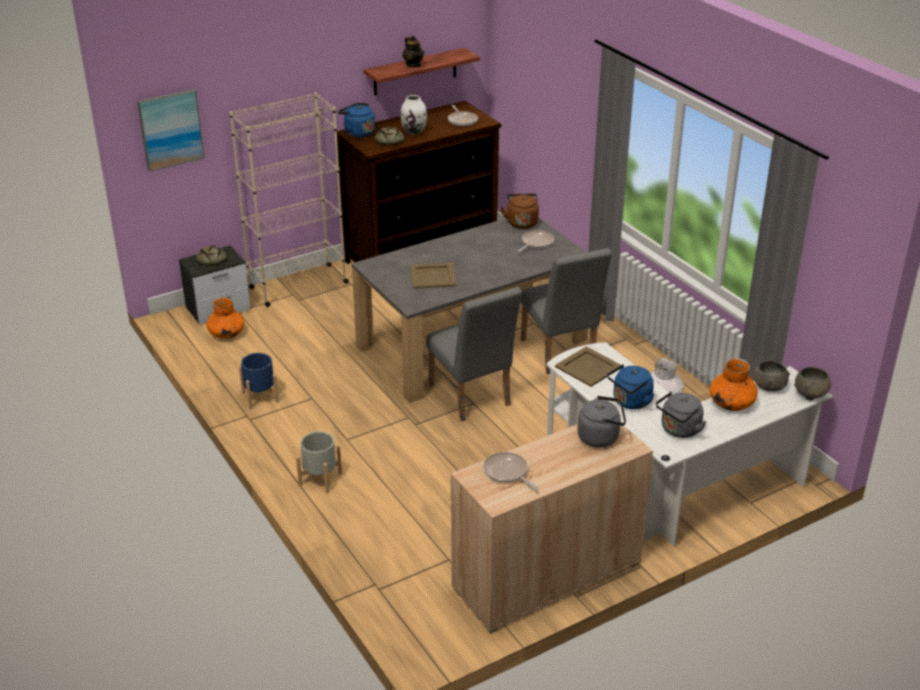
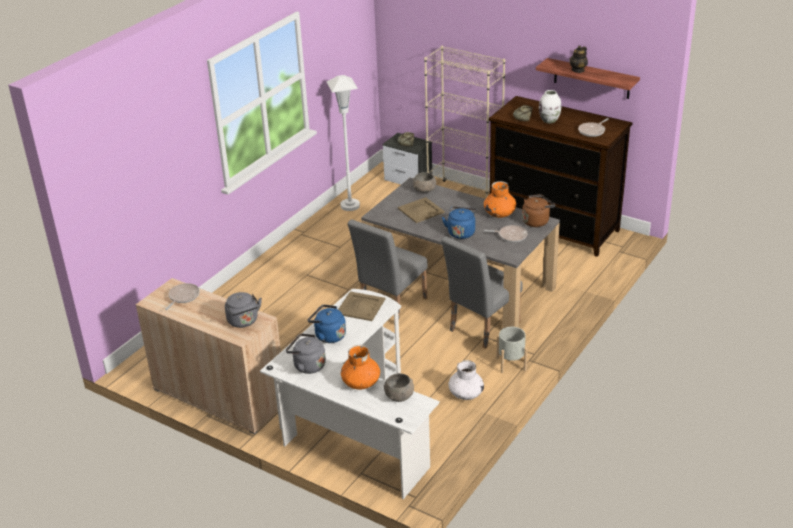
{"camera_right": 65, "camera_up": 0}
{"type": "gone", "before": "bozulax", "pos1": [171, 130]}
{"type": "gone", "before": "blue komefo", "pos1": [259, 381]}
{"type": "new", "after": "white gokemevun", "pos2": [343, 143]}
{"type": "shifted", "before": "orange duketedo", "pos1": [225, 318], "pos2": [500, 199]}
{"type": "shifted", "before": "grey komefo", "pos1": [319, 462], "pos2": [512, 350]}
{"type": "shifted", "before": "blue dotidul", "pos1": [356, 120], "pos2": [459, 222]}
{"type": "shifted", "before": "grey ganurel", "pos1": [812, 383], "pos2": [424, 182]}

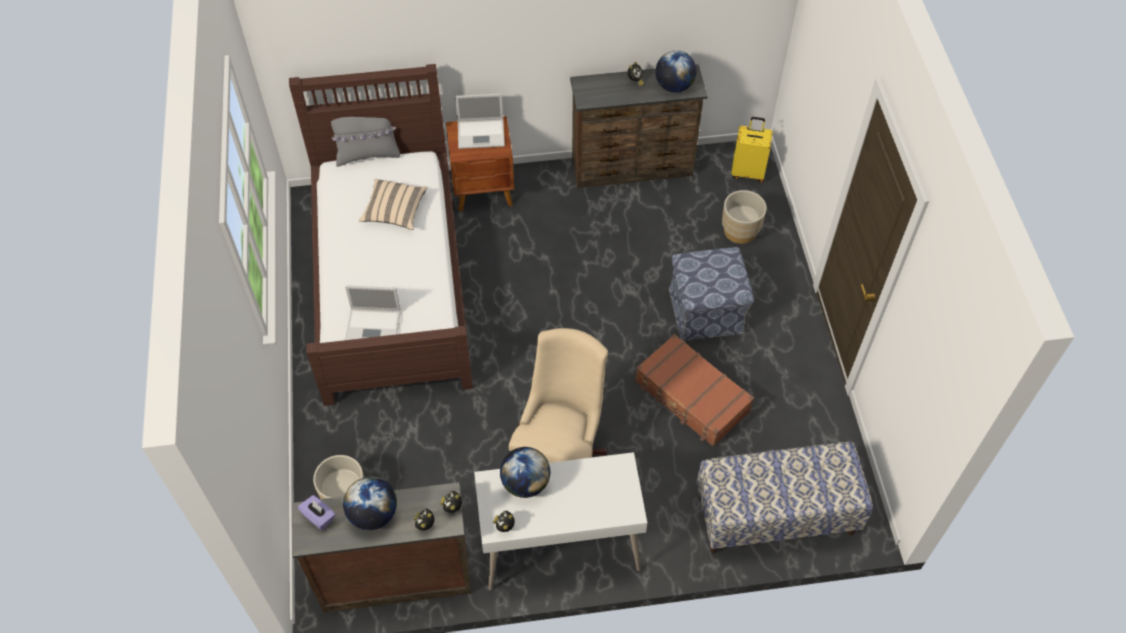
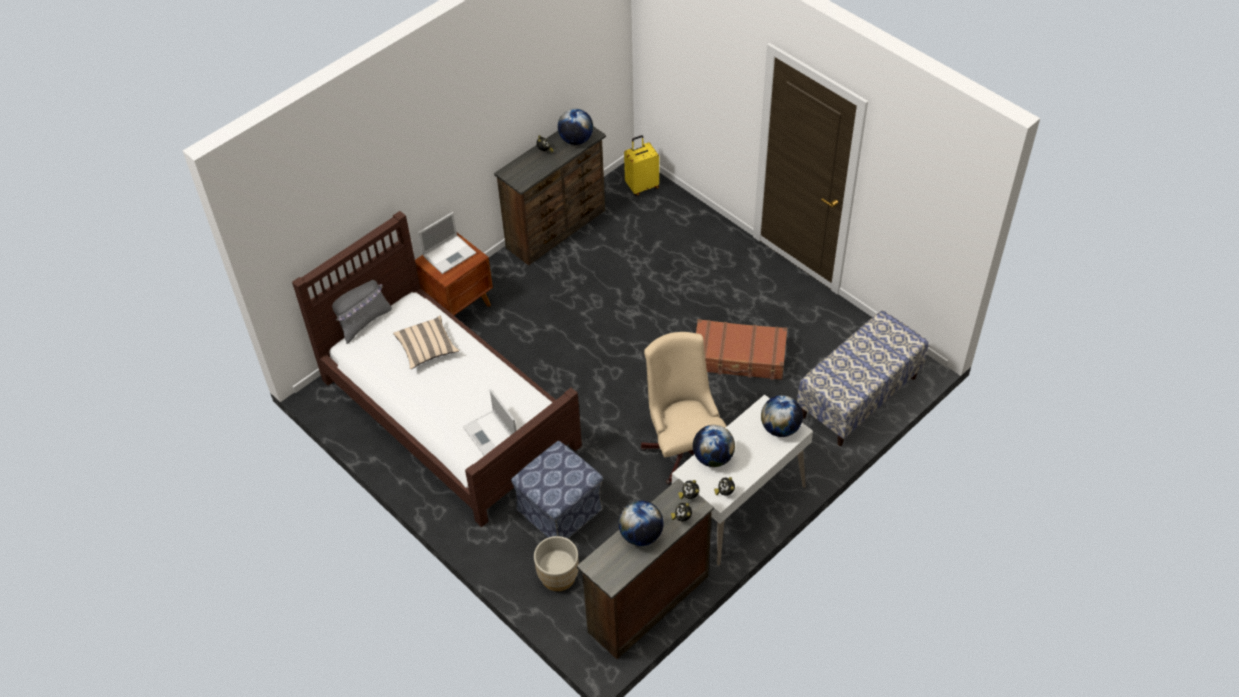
{"camera_right": -35, "camera_up": -5}
{"type": "gone", "before": "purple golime", "pos1": [316, 513]}
{"type": "gone", "before": "beige komefo", "pos1": [744, 217]}
{"type": "new", "after": "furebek", "pos2": [782, 416]}
{"type": "shifted", "before": "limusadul", "pos1": [711, 294], "pos2": [557, 490]}
{"type": "rotated", "before": "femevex", "pos1": [373, 312], "pos2": [489, 422], "turn": 90}

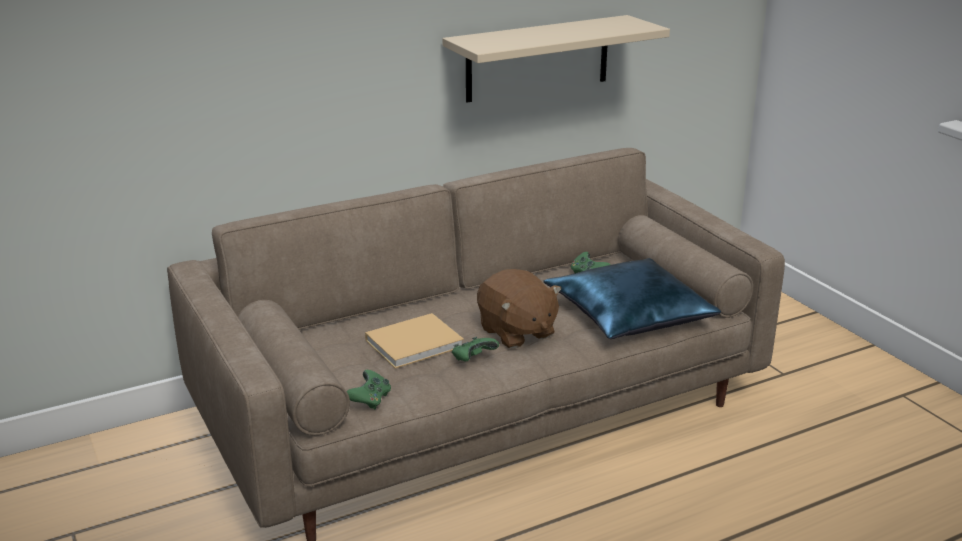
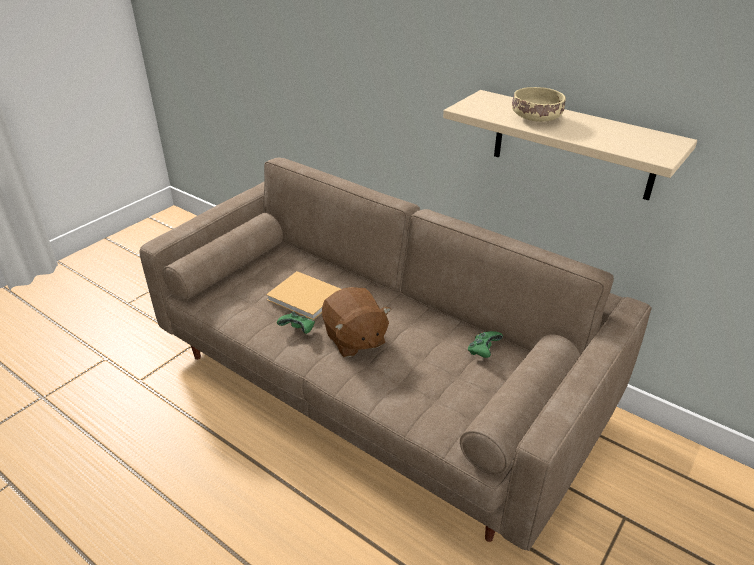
{"camera_right": 65, "camera_up": 10}
{"type": "gone", "before": "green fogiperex", "pos1": [369, 390]}
{"type": "gone", "before": "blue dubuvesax", "pos1": [632, 298]}
{"type": "new", "after": "beige ganurel", "pos2": [539, 104]}
{"type": "rotated", "before": "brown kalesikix", "pos1": [519, 309], "pos2": [356, 322], "turn": -60}

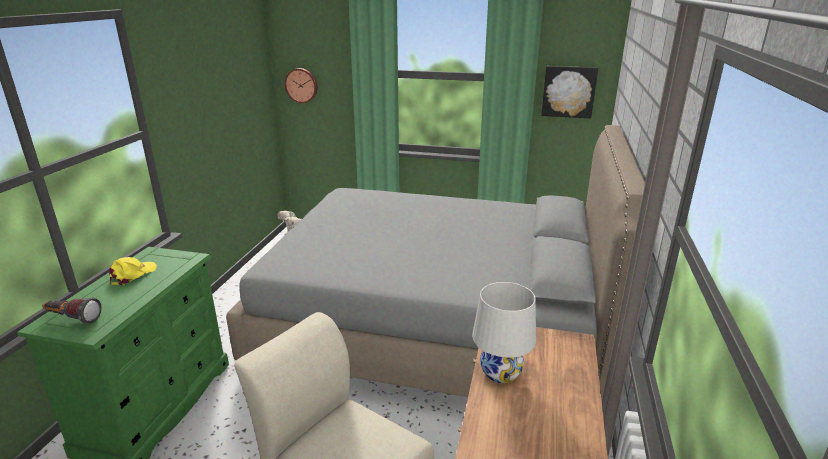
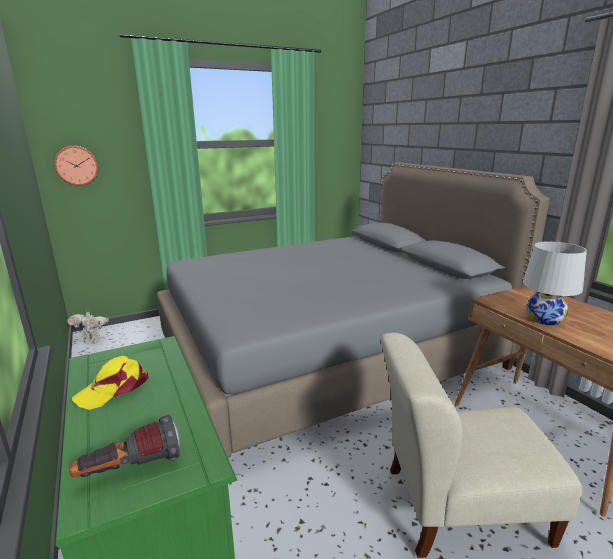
{"camera_right": -40, "camera_up": -5}
{"type": "gone", "before": "bozulax", "pos1": [569, 92]}
{"type": "rotated", "before": "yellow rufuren", "pos1": [133, 271], "pos2": [110, 383], "turn": -120}

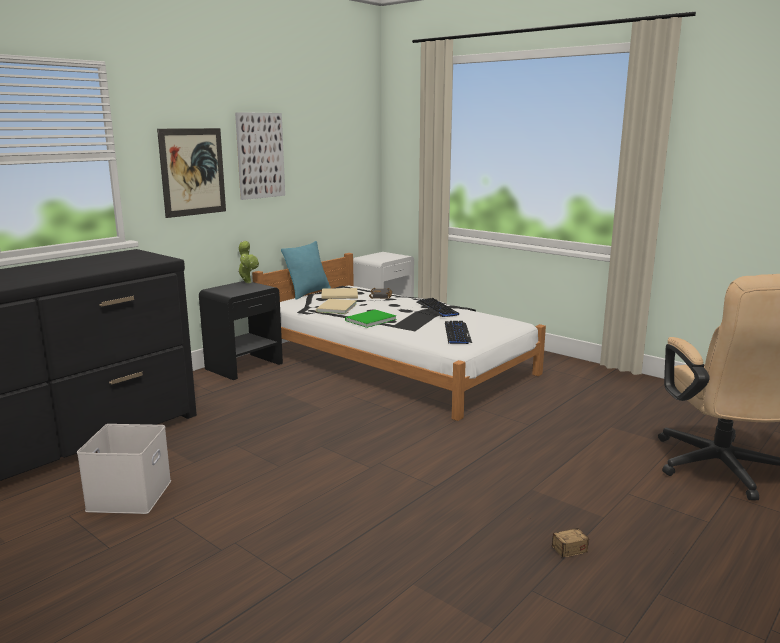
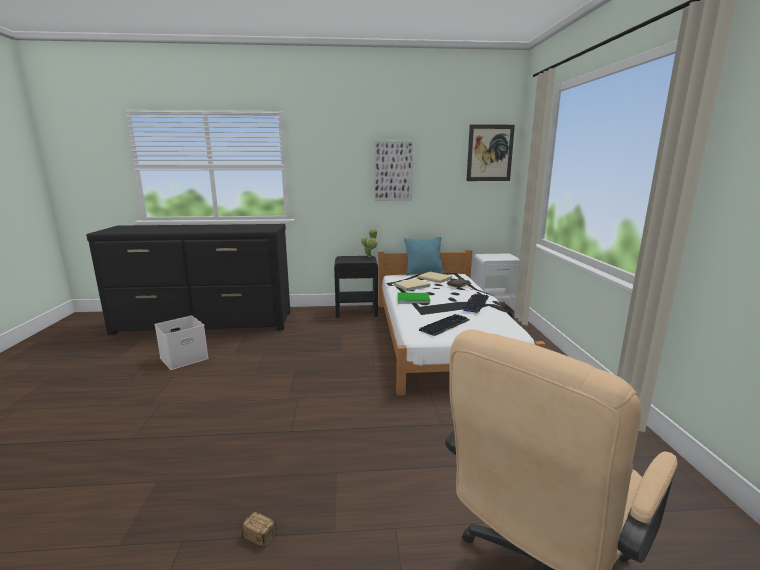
{"camera_right": 45, "camera_up": 0}
{"type": "shifted", "before": "bozulax", "pos1": [191, 173], "pos2": [490, 152]}

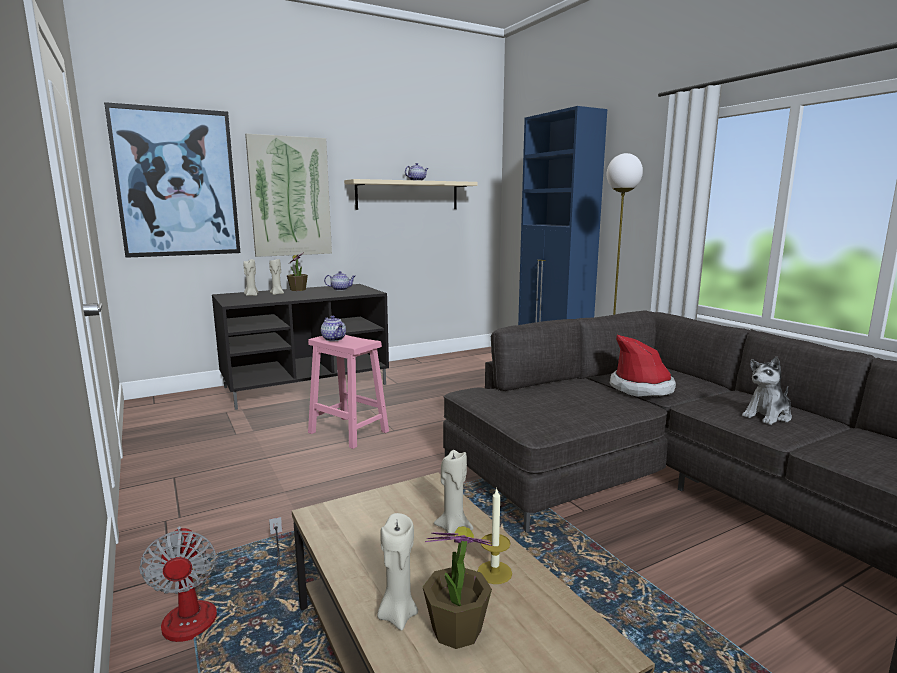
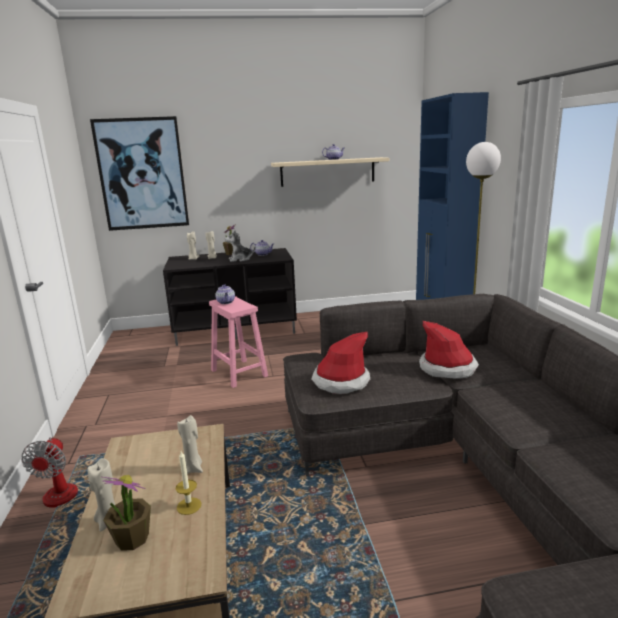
{"camera_right": 20, "camera_up": 5}
{"type": "gone", "before": "bozulax", "pos1": [288, 195]}
{"type": "new", "after": "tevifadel", "pos2": [340, 363]}
{"type": "shifted", "before": "kalesikix", "pos1": [767, 391], "pos2": [240, 246]}

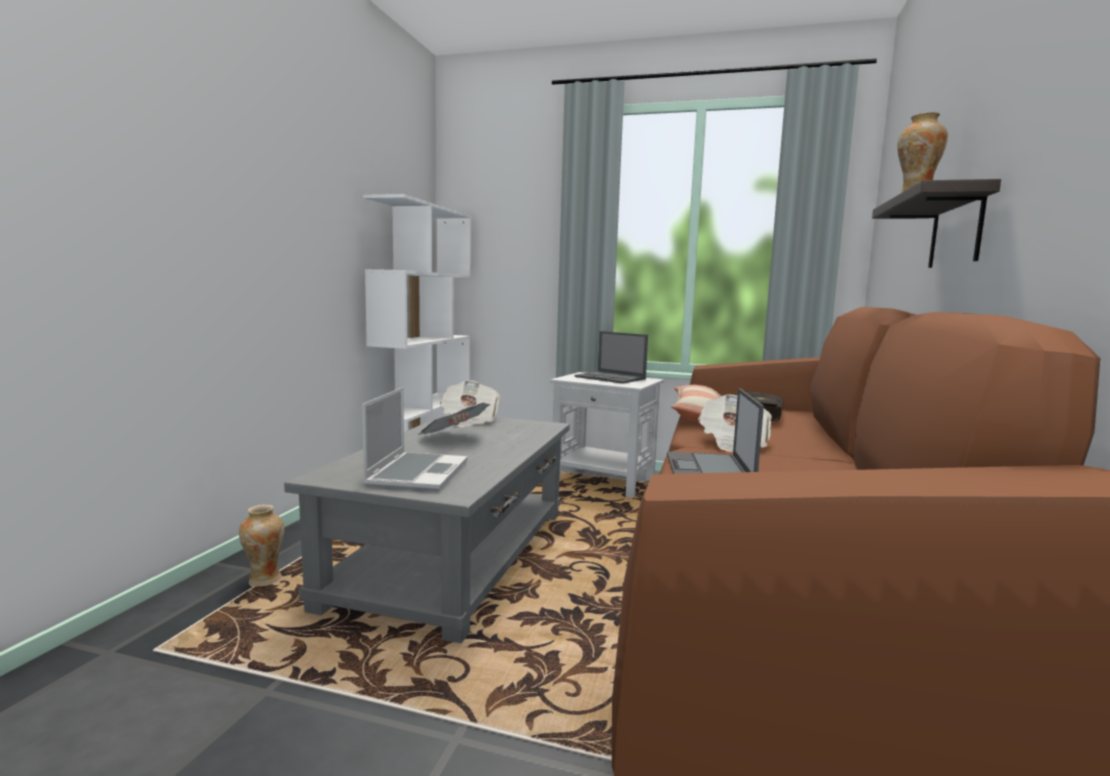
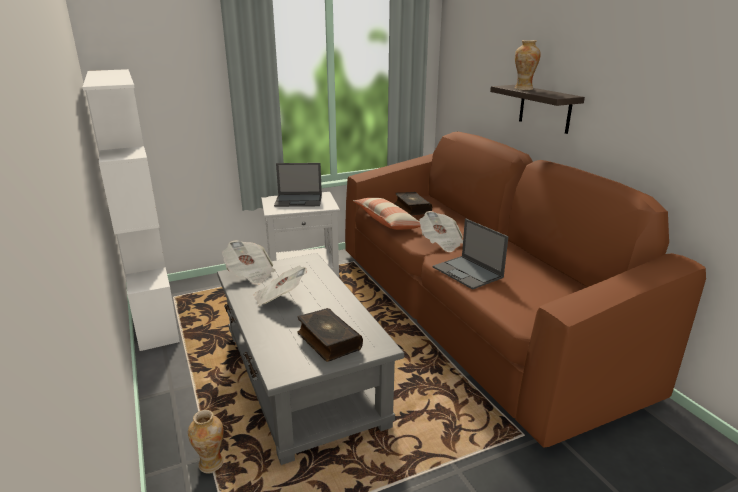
{"camera_right": -40, "camera_up": 15}
{"type": "swapped", "before": "femevex", "after": "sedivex", "pos1": [415, 439], "pos2": [330, 335]}

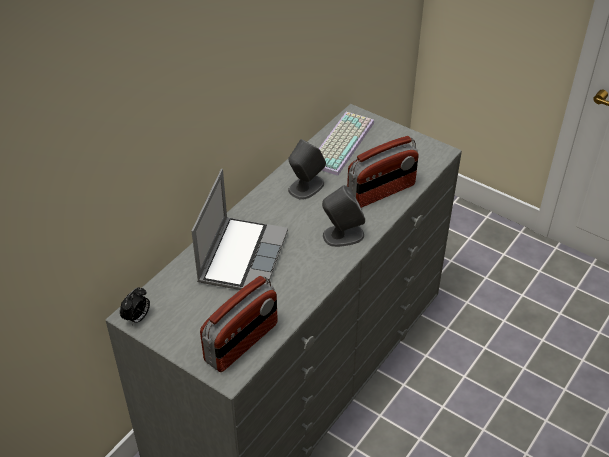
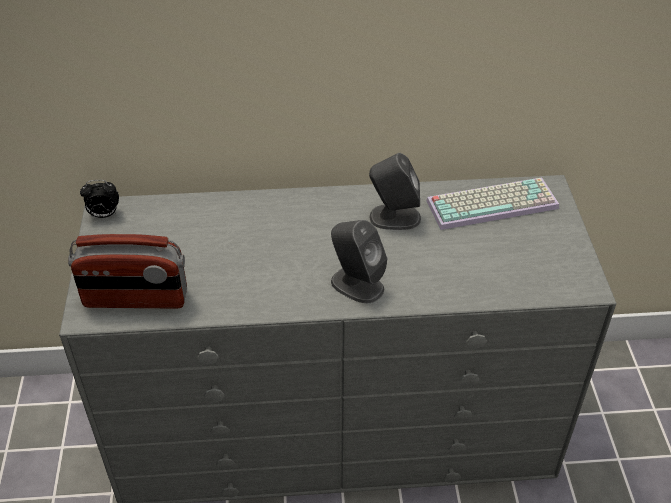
{"camera_right": 50, "camera_up": 0}
{"type": "gone", "before": "femevex", "pos1": [239, 229]}
{"type": "gone", "before": "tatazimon", "pos1": [383, 172]}

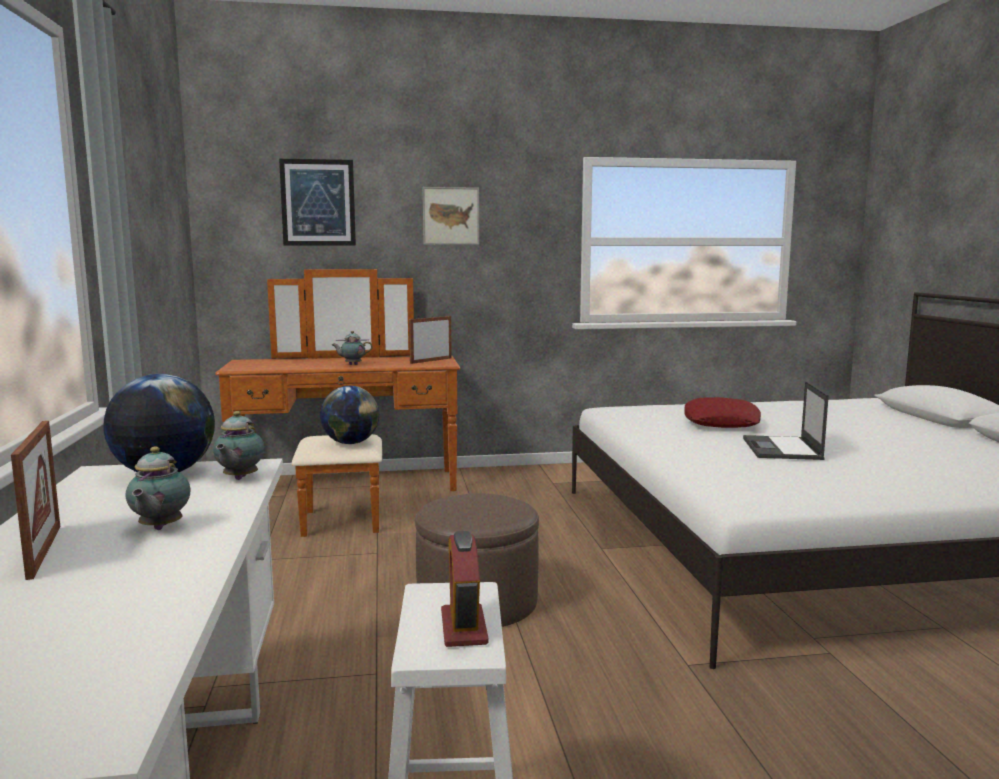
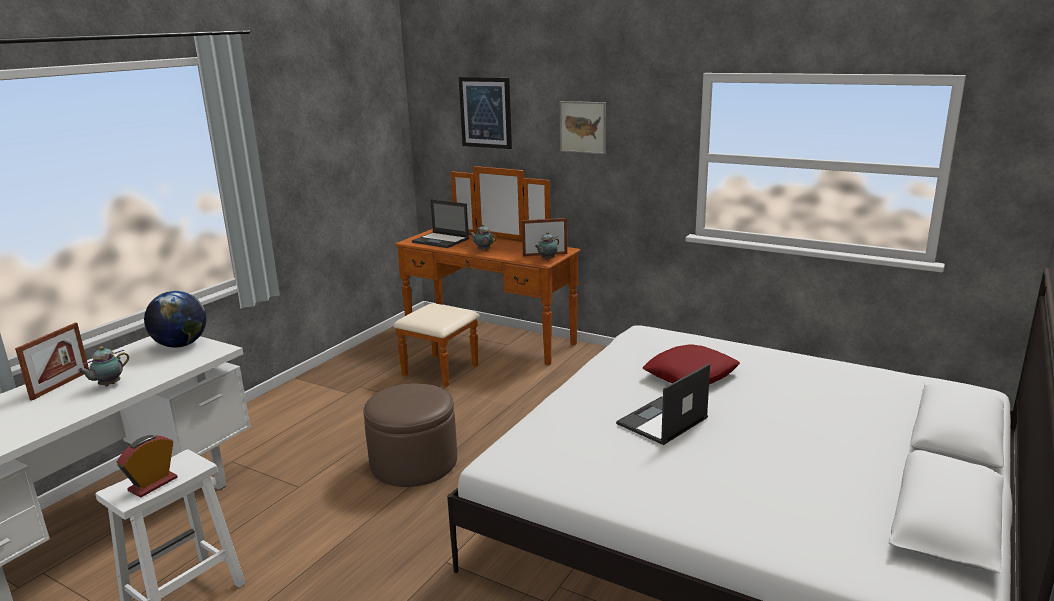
{"camera_right": 40, "camera_up": 10}
{"type": "gone", "before": "furebek", "pos1": [349, 415]}
{"type": "new", "after": "femevex", "pos2": [440, 224]}
{"type": "shifted", "before": "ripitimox", "pos1": [239, 445], "pos2": [547, 246]}

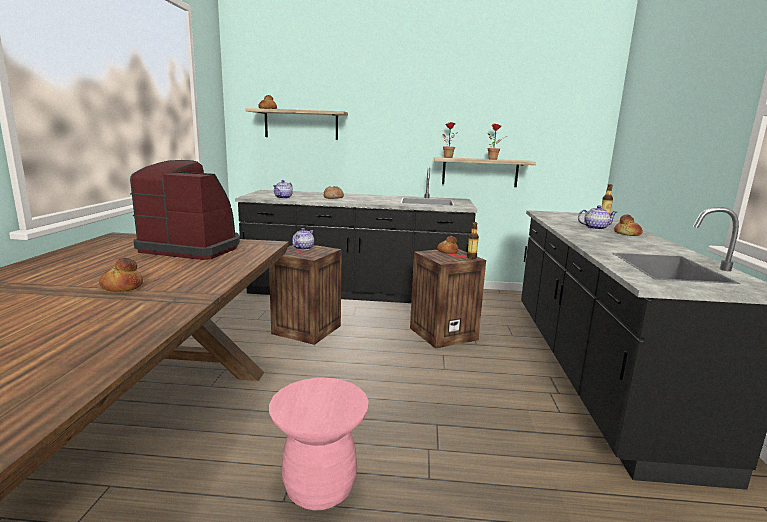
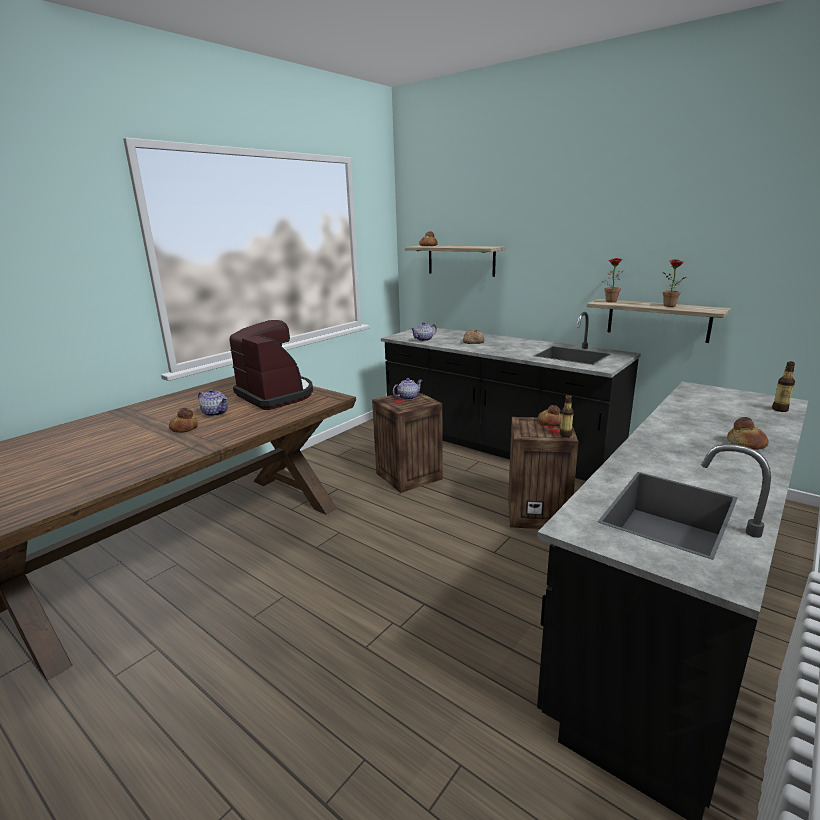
{"camera_right": 35, "camera_up": 5}
{"type": "gone", "before": "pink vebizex", "pos1": [319, 444]}
{"type": "shifted", "before": "ripitimox", "pos1": [597, 217], "pos2": [213, 403]}

